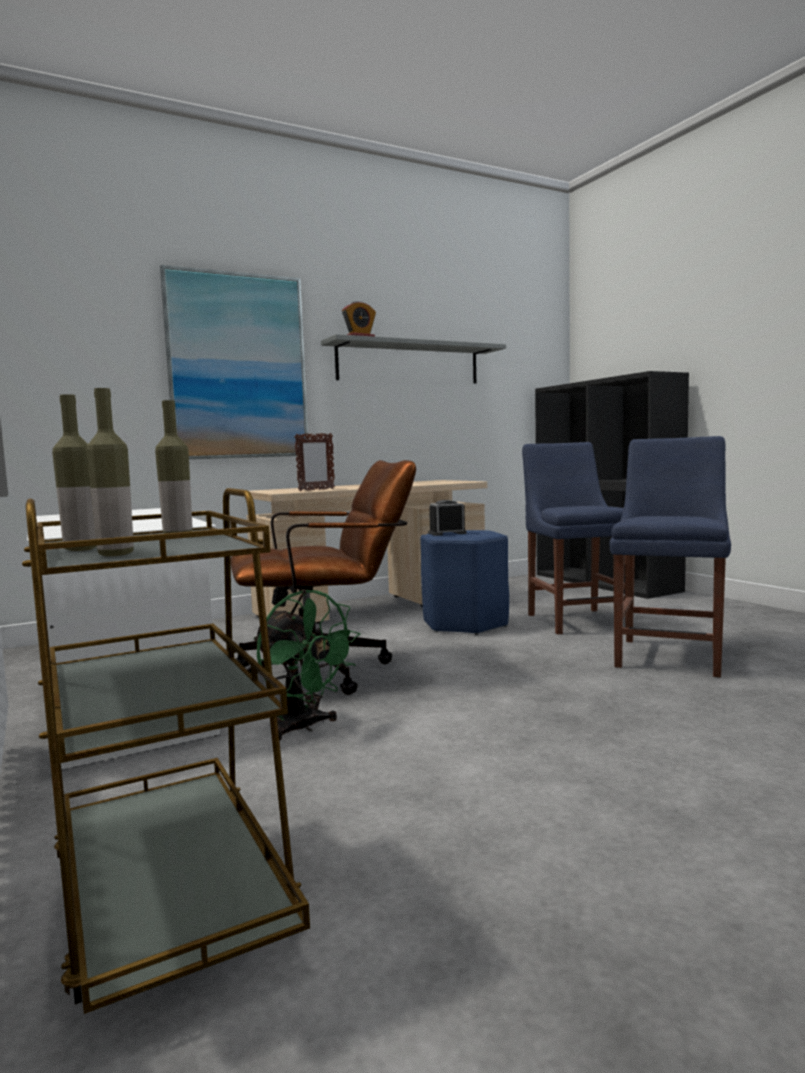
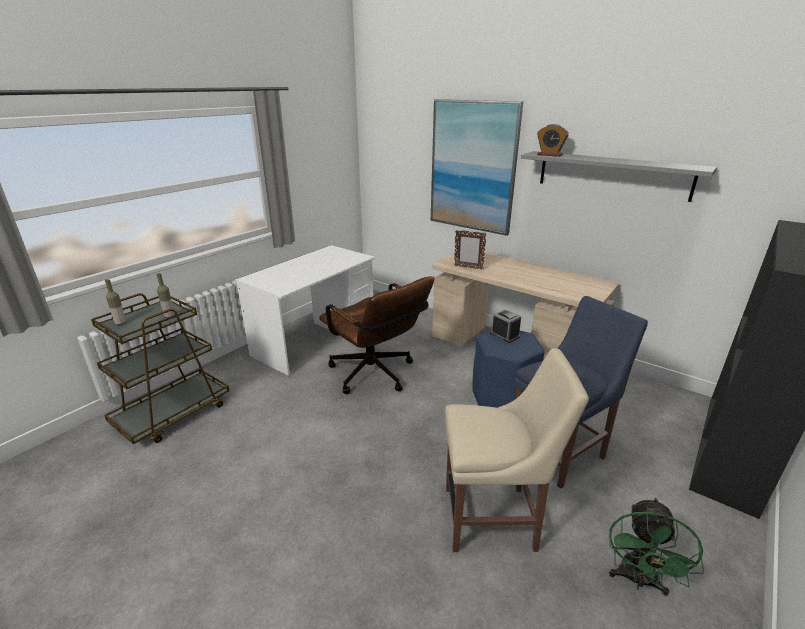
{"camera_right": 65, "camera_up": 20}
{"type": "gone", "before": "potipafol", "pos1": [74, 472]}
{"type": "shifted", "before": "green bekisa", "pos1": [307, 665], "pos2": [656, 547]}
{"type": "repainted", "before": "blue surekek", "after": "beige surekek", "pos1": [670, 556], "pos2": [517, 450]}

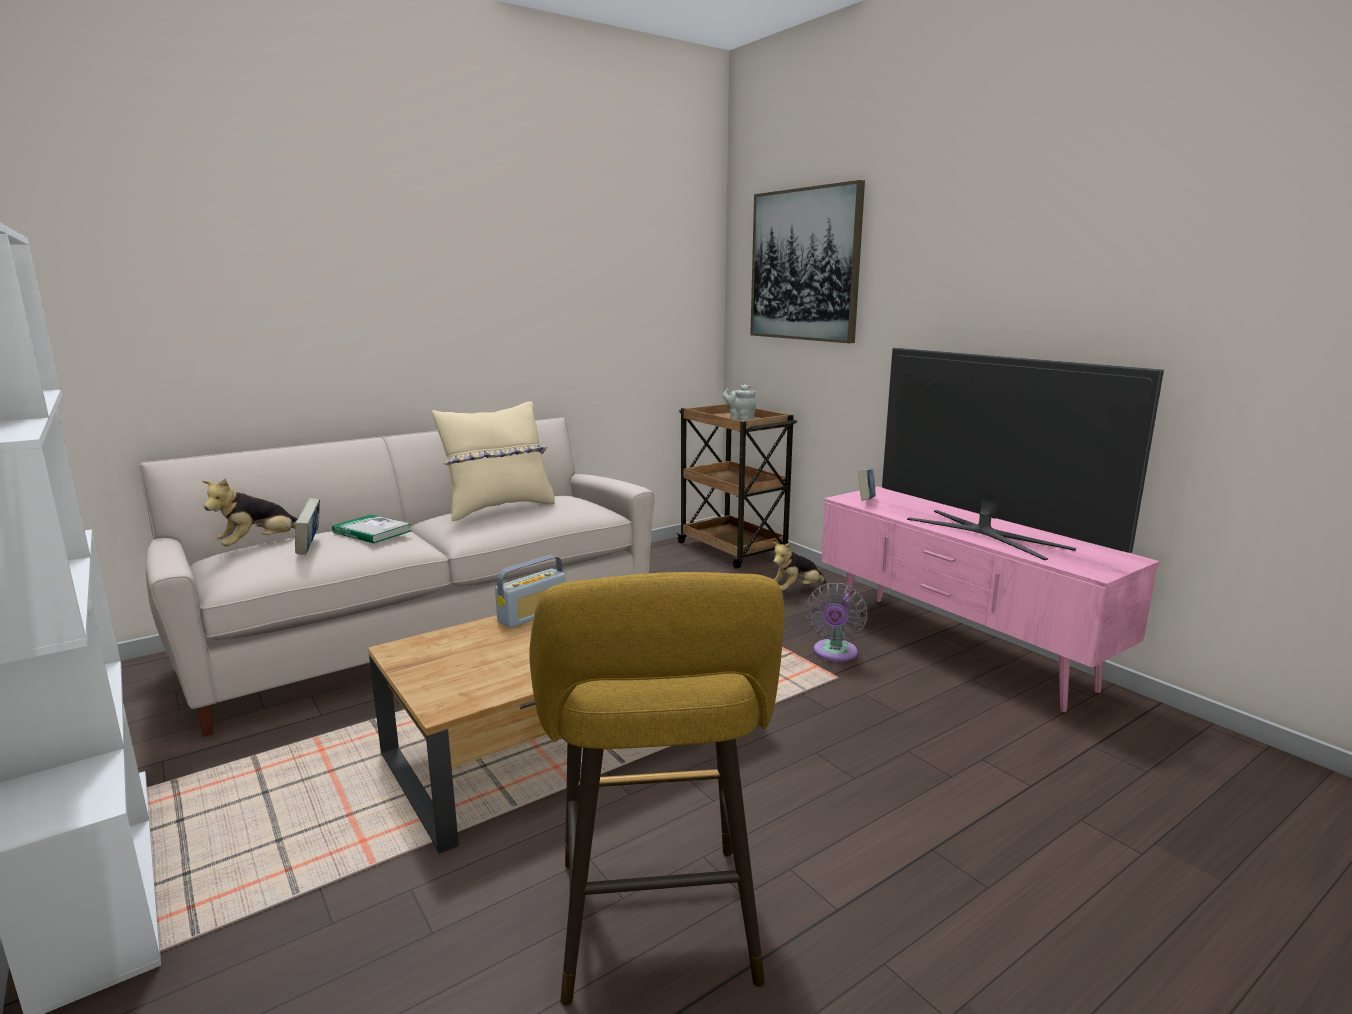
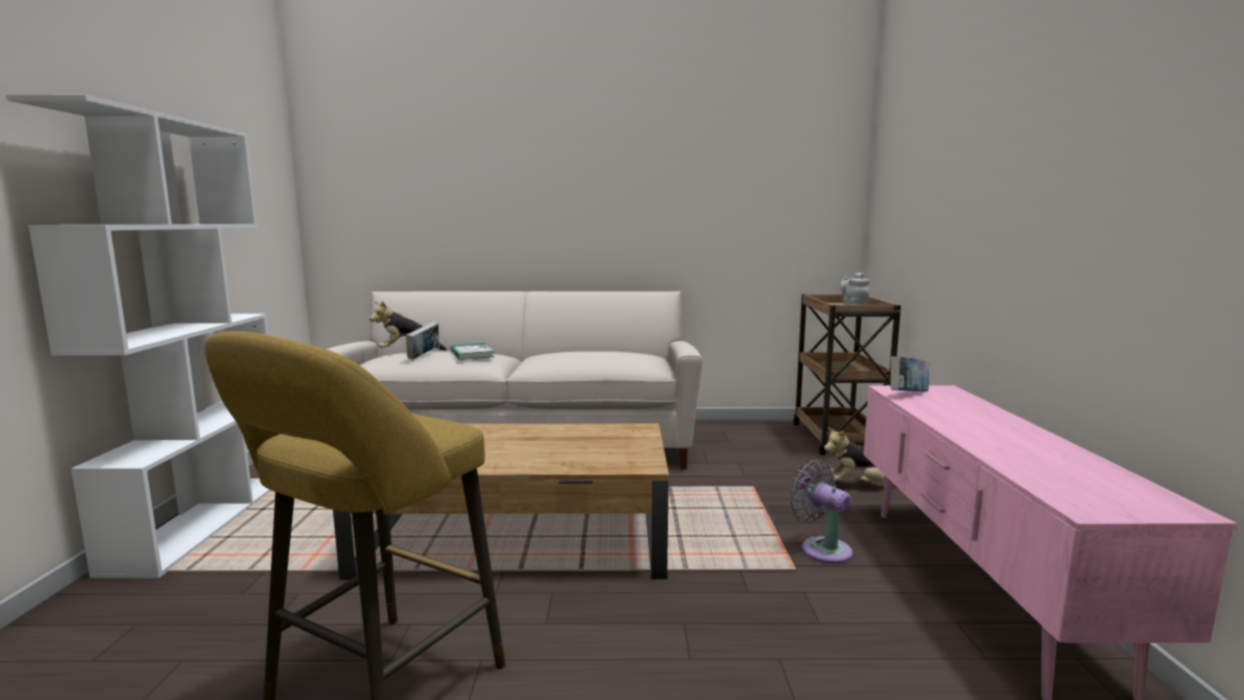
{"camera_right": 35, "camera_up": -5}
{"type": "gone", "before": "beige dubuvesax", "pos1": [493, 461]}
{"type": "gone", "before": "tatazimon", "pos1": [530, 591]}
{"type": "gone", "before": "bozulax", "pos1": [807, 261]}
{"type": "gone", "before": "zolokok", "pos1": [1023, 454]}
{"type": "rotated", "before": "grey bekisa", "pos1": [836, 622], "pos2": [820, 512], "turn": 90}

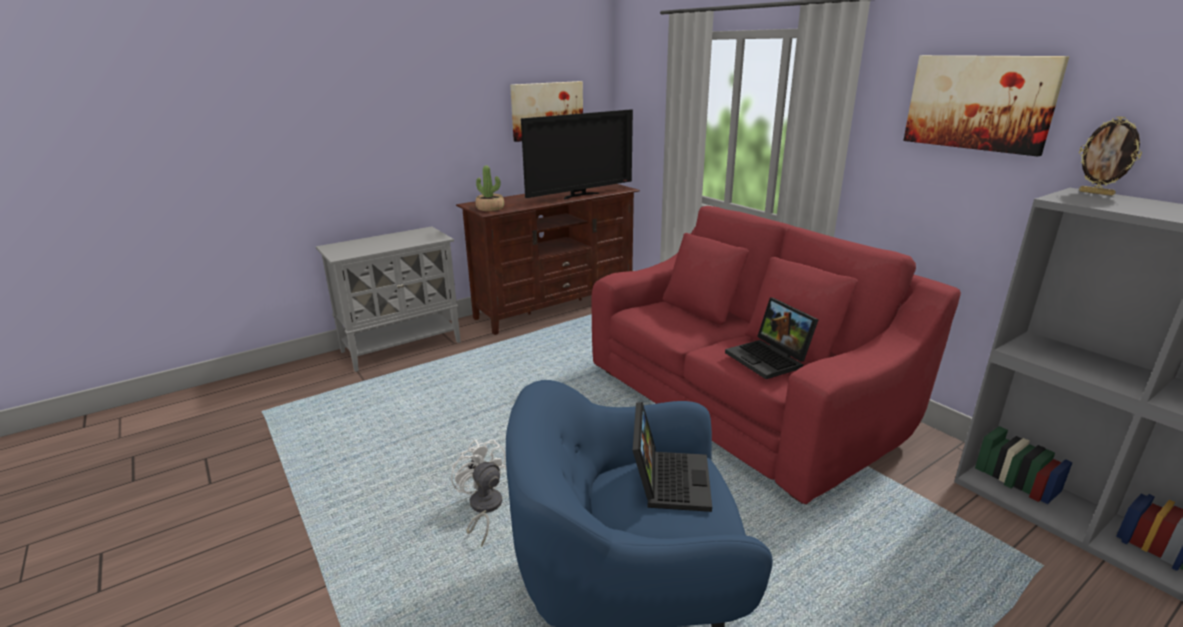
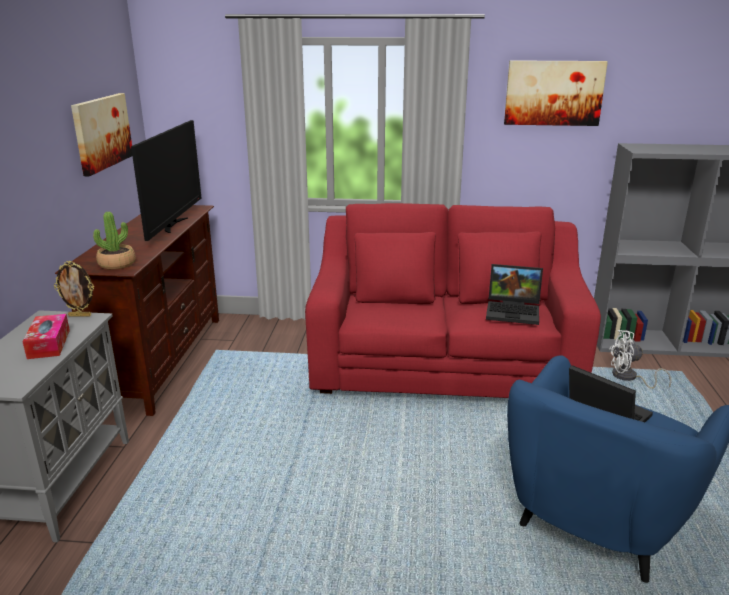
{"camera_right": -50, "camera_up": 0}
{"type": "new", "after": "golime", "pos2": [46, 336]}
{"type": "shifted", "before": "white bekisa", "pos1": [478, 492], "pos2": [640, 359]}
{"type": "shifted", "before": "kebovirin", "pos1": [1110, 156], "pos2": [74, 289]}

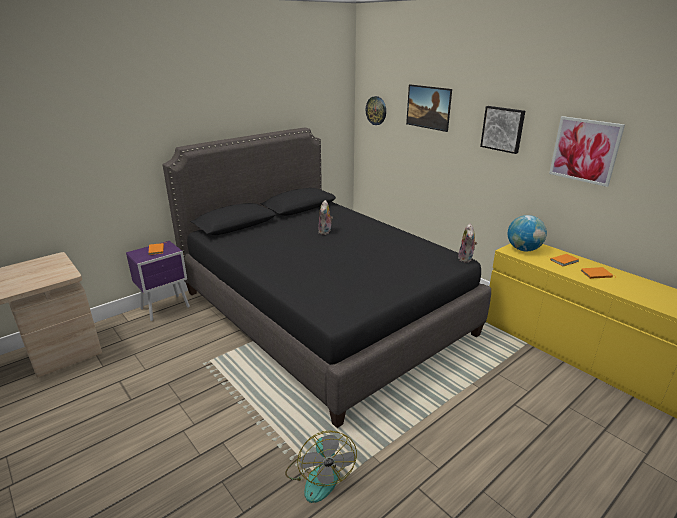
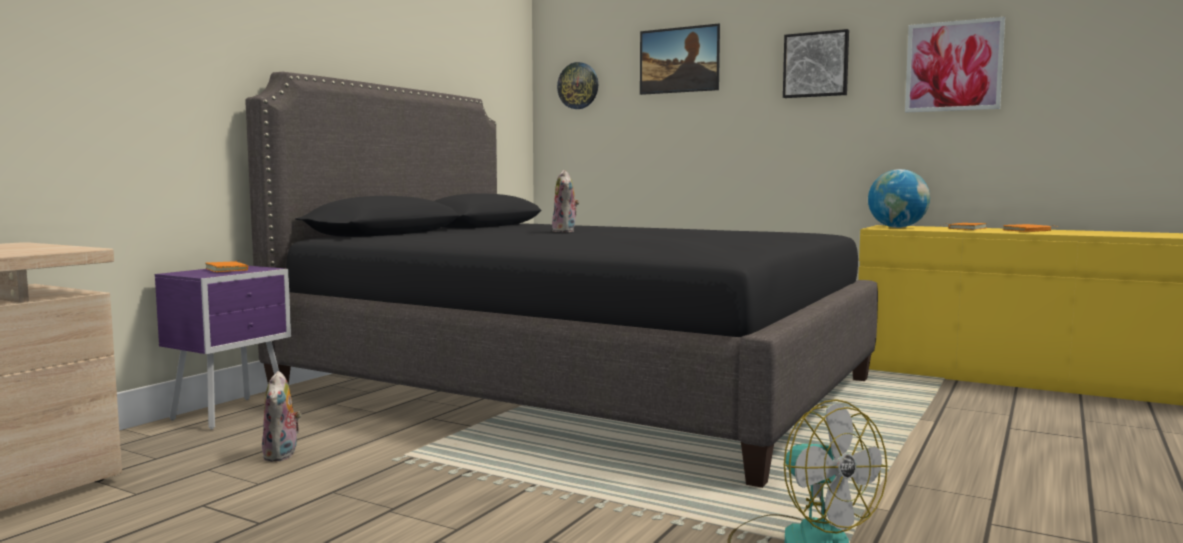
{"camera_right": -20, "camera_up": -20}
{"type": "shifted", "before": "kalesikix", "pos1": [467, 243], "pos2": [281, 416]}

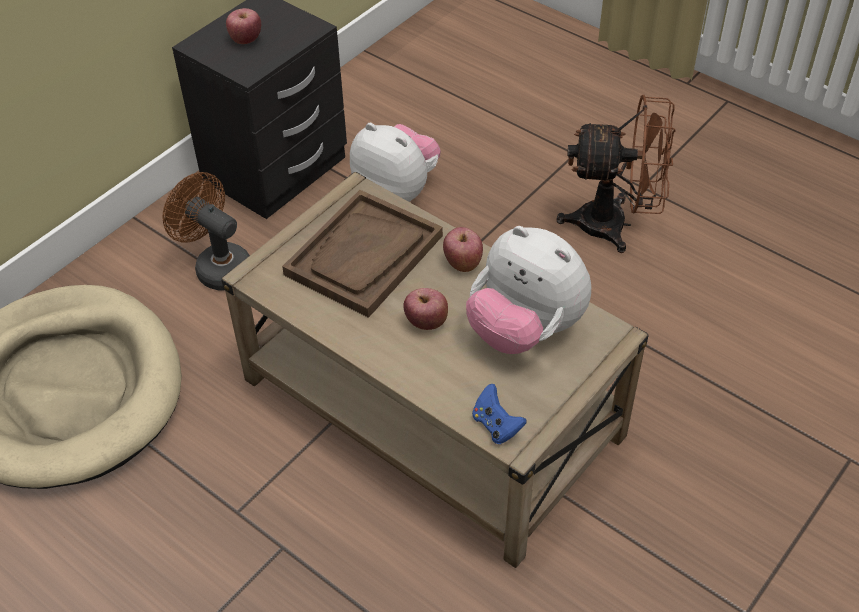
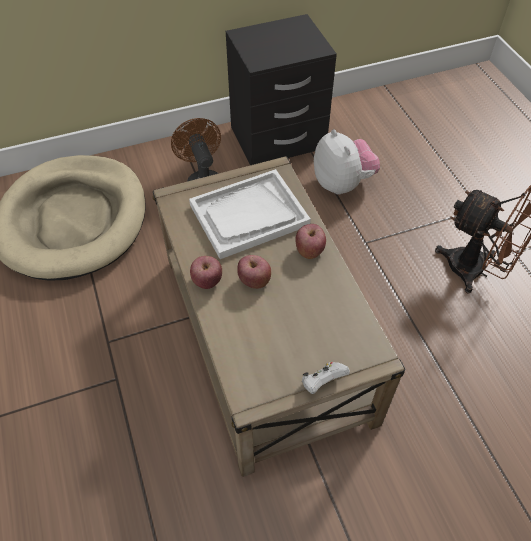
{"camera_right": 30, "camera_up": 5}
{"type": "gone", "before": "kalesikix", "pos1": [528, 290]}
{"type": "gone", "before": "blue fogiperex", "pos1": [499, 414]}
{"type": "new", "after": "white fogiperex", "pos2": [326, 378]}
{"type": "shifted", "before": "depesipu", "pos1": [243, 26], "pos2": [206, 272]}
{"type": "repainted", "before": "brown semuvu", "after": "white semuvu", "pos1": [362, 254], "pos2": [250, 214]}

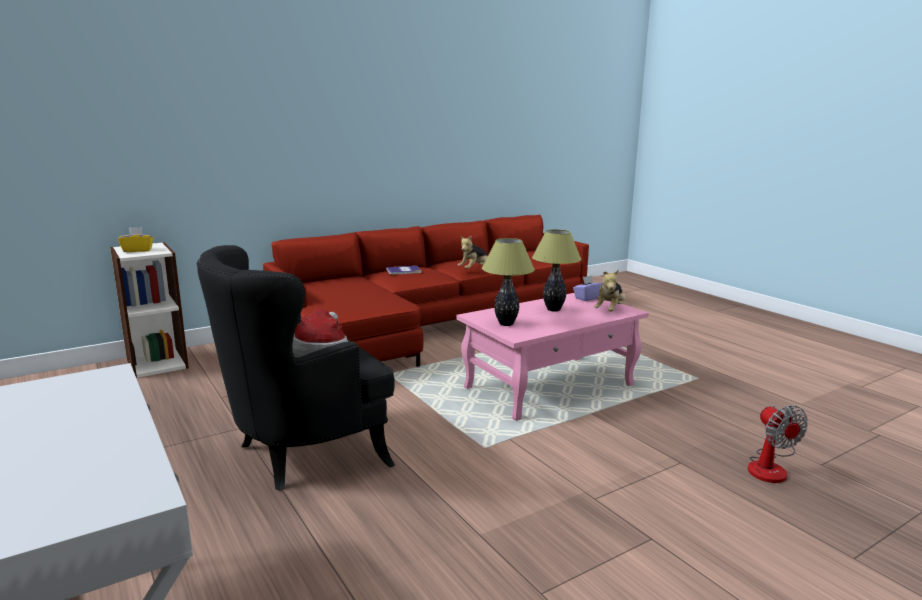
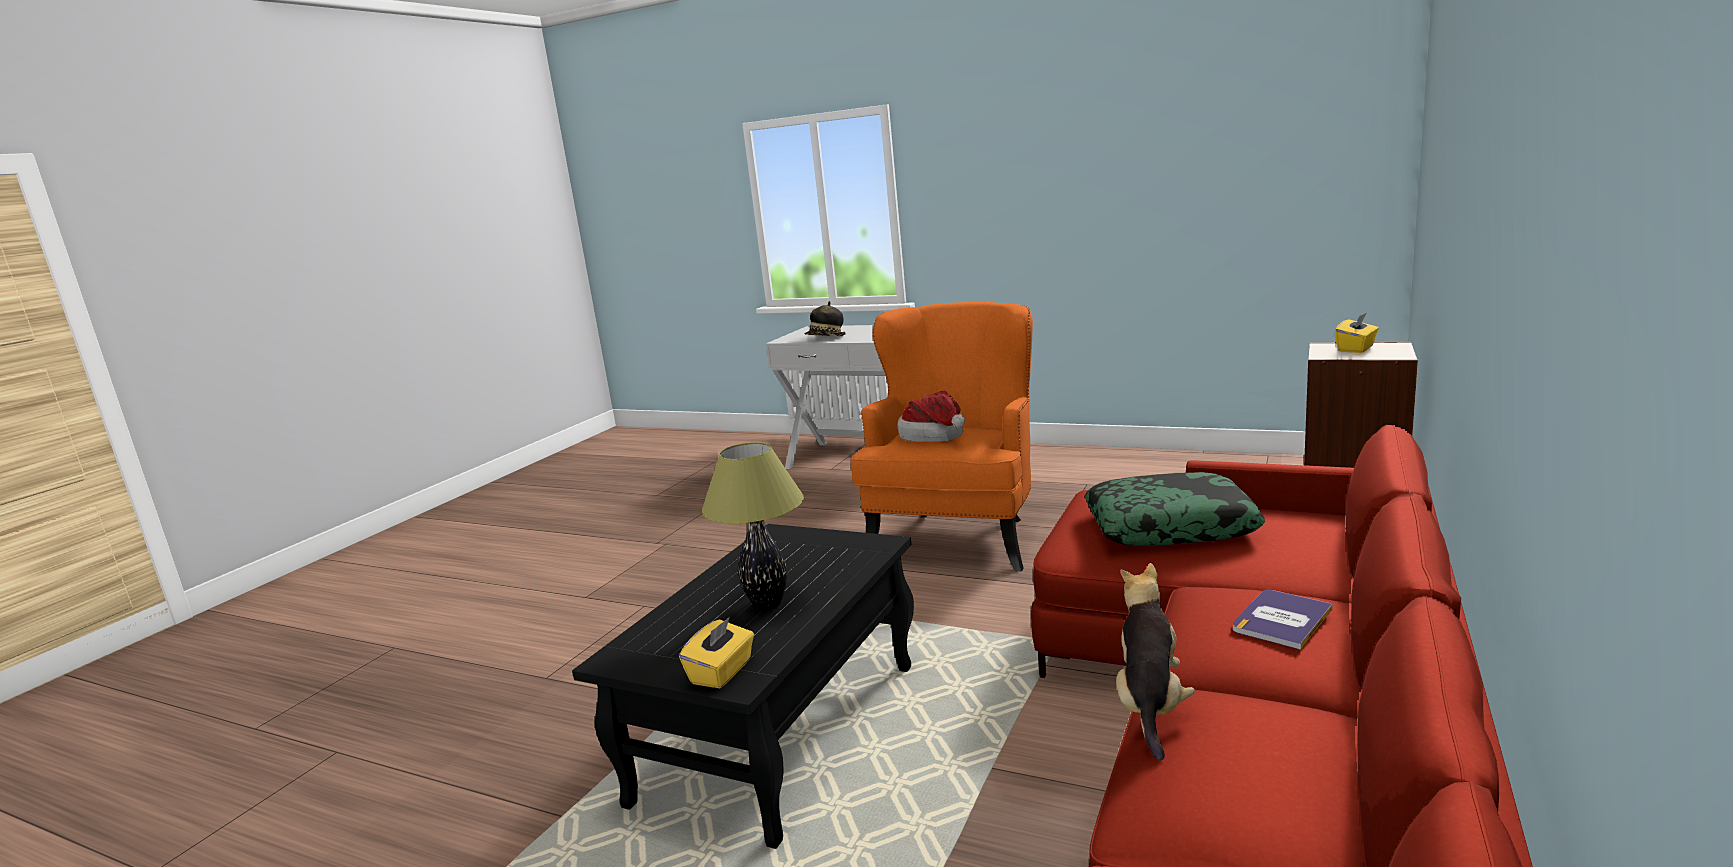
{"camera_right": 150, "camera_up": 0}
{"type": "gone", "before": "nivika", "pos1": [508, 282]}
{"type": "gone", "before": "kalesikix", "pos1": [609, 291]}
{"type": "gone", "before": "bekisa", "pos1": [778, 444]}
{"type": "new", "after": "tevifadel", "pos2": [825, 318]}
{"type": "new", "after": "dubuvesax", "pos2": [1175, 509]}
{"type": "repainted", "before": "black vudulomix", "after": "orange vudulomix", "pos1": [296, 368], "pos2": [942, 436]}
{"type": "repainted", "before": "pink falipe", "after": "black falipe", "pos1": [552, 357], "pos2": [743, 686]}
{"type": "repainted", "before": "purple golime", "after": "yellow golime", "pos1": [587, 288], "pos2": [716, 652]}

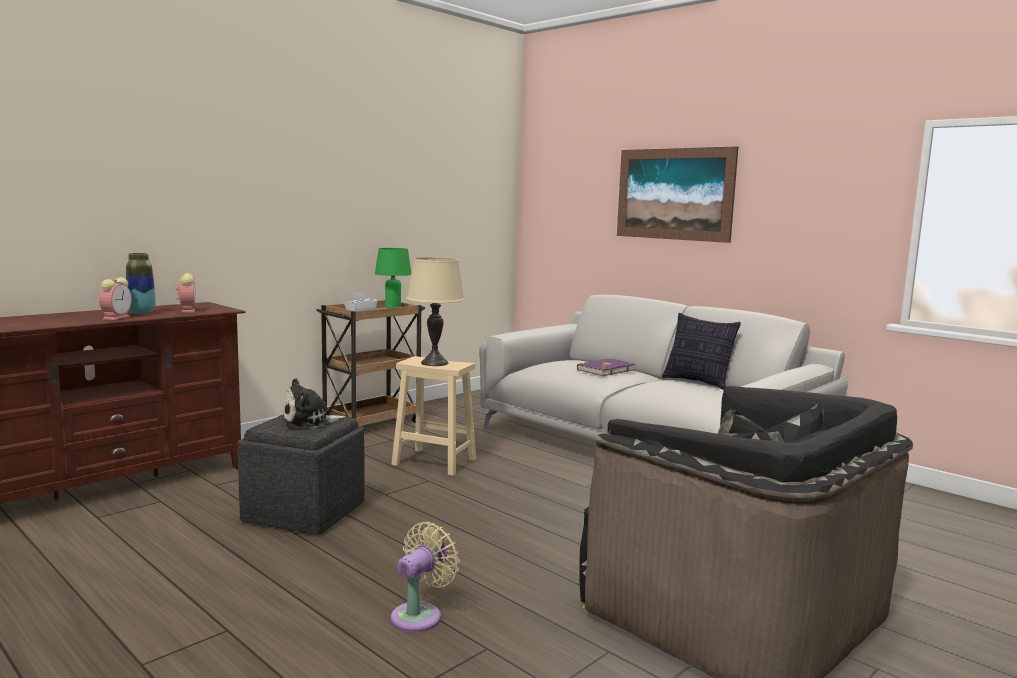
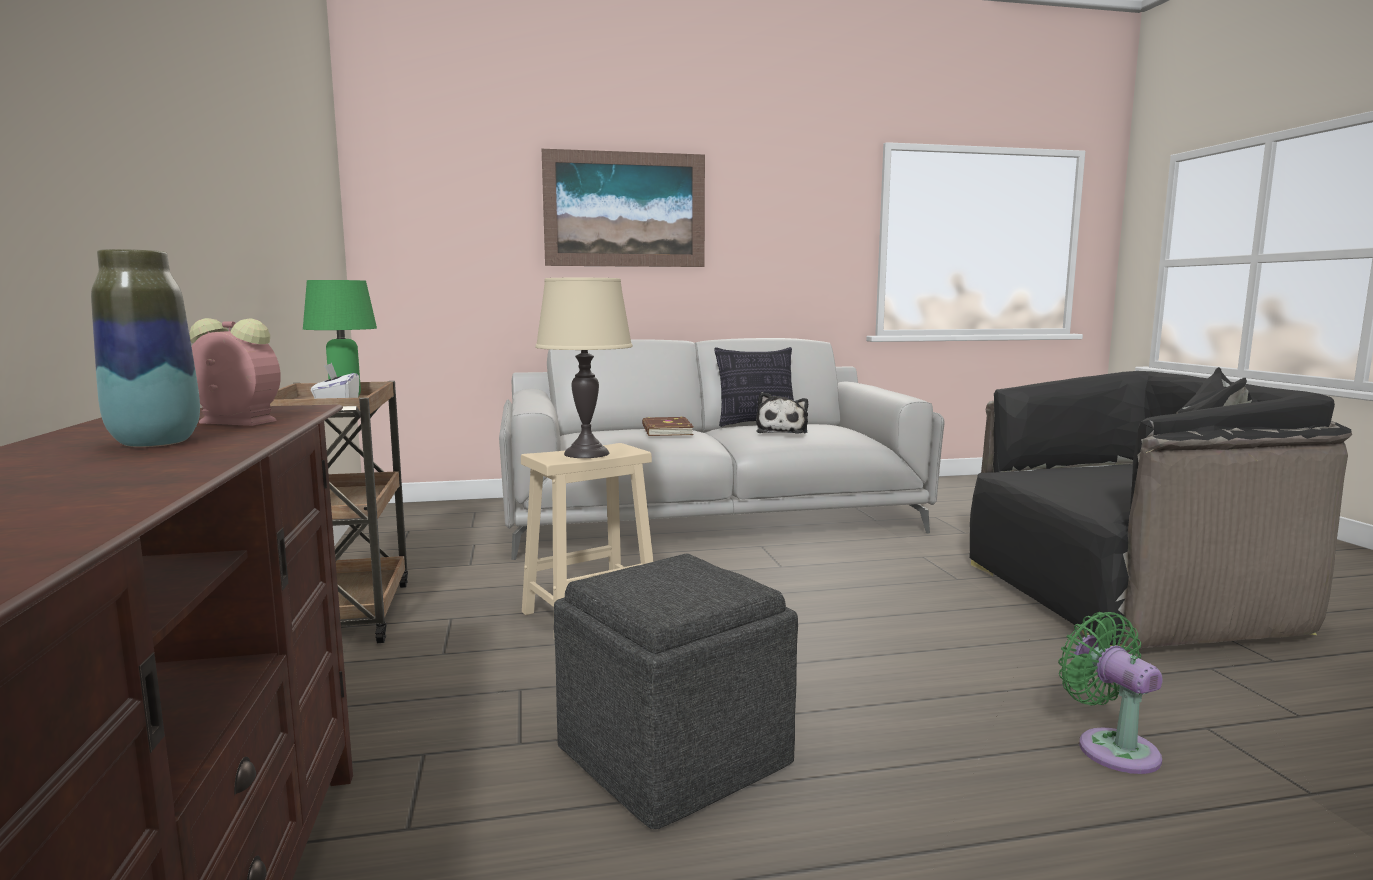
{"camera_right": -55, "camera_up": 0}
{"type": "gone", "before": "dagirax", "pos1": [115, 298]}
{"type": "shifted", "before": "kalesikix", "pos1": [314, 403], "pos2": [782, 413]}
{"type": "repainted", "before": "beige bekisa", "after": "green bekisa", "pos1": [425, 577], "pos2": [1110, 693]}
{"type": "repainted", "before": "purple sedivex", "after": "brown sedivex", "pos1": [606, 367], "pos2": [668, 426]}

